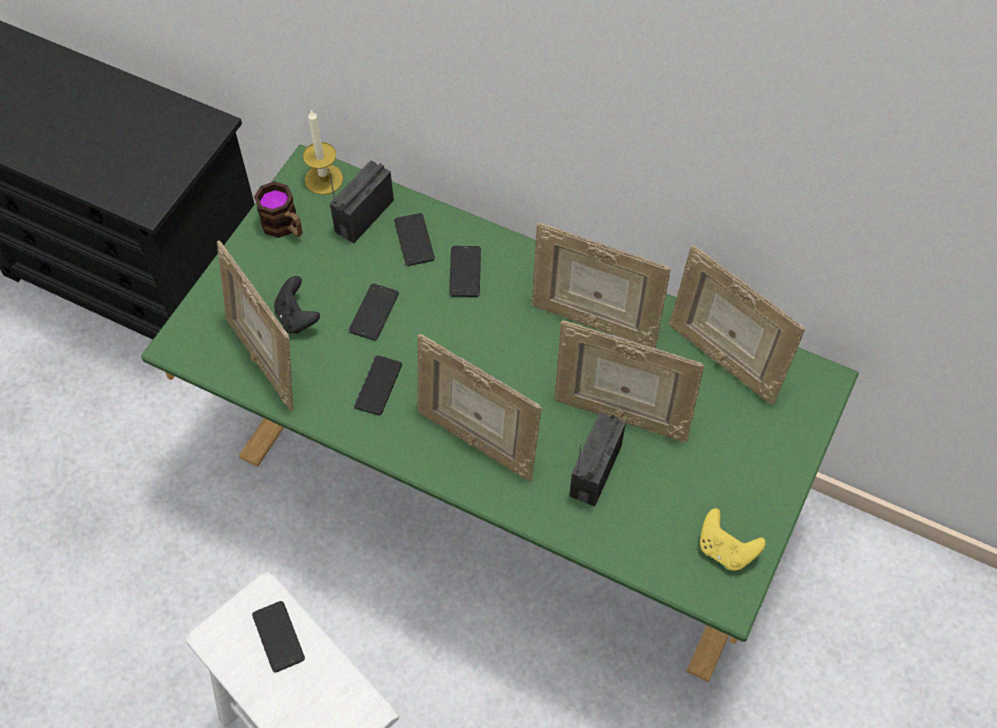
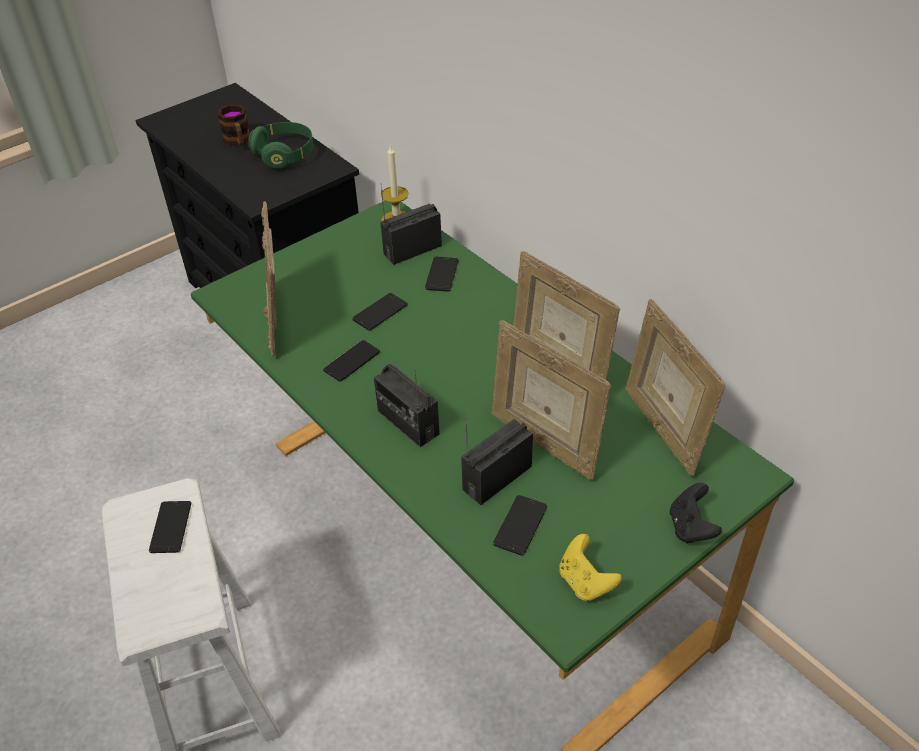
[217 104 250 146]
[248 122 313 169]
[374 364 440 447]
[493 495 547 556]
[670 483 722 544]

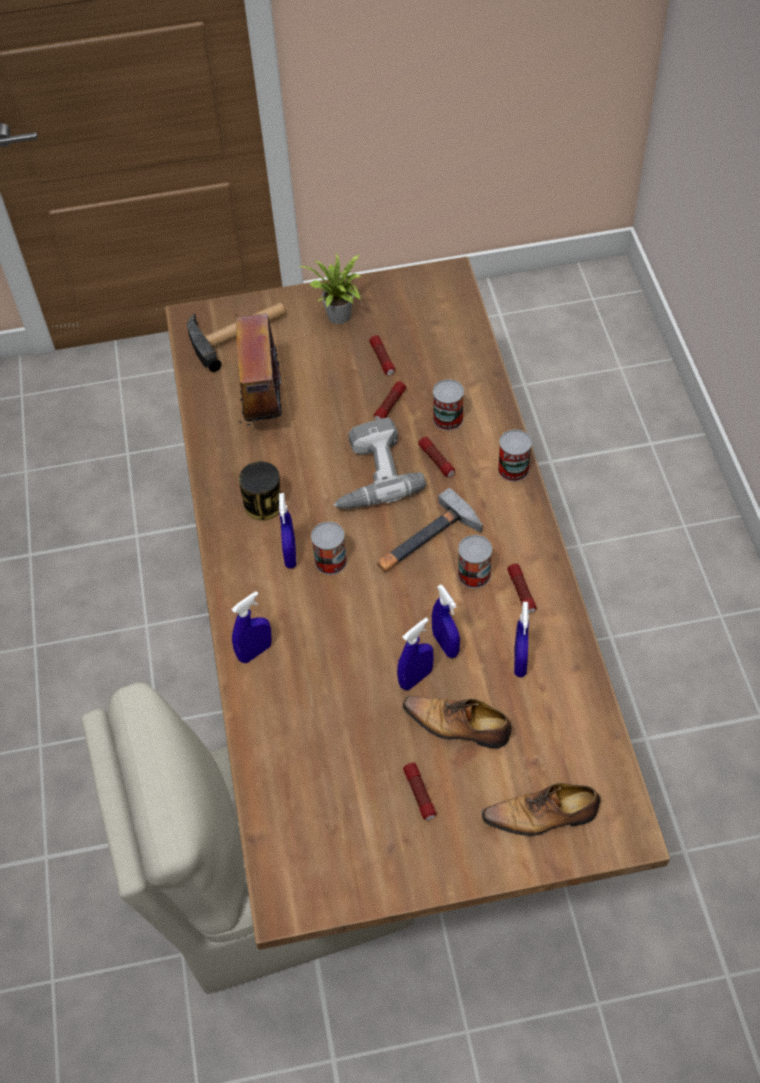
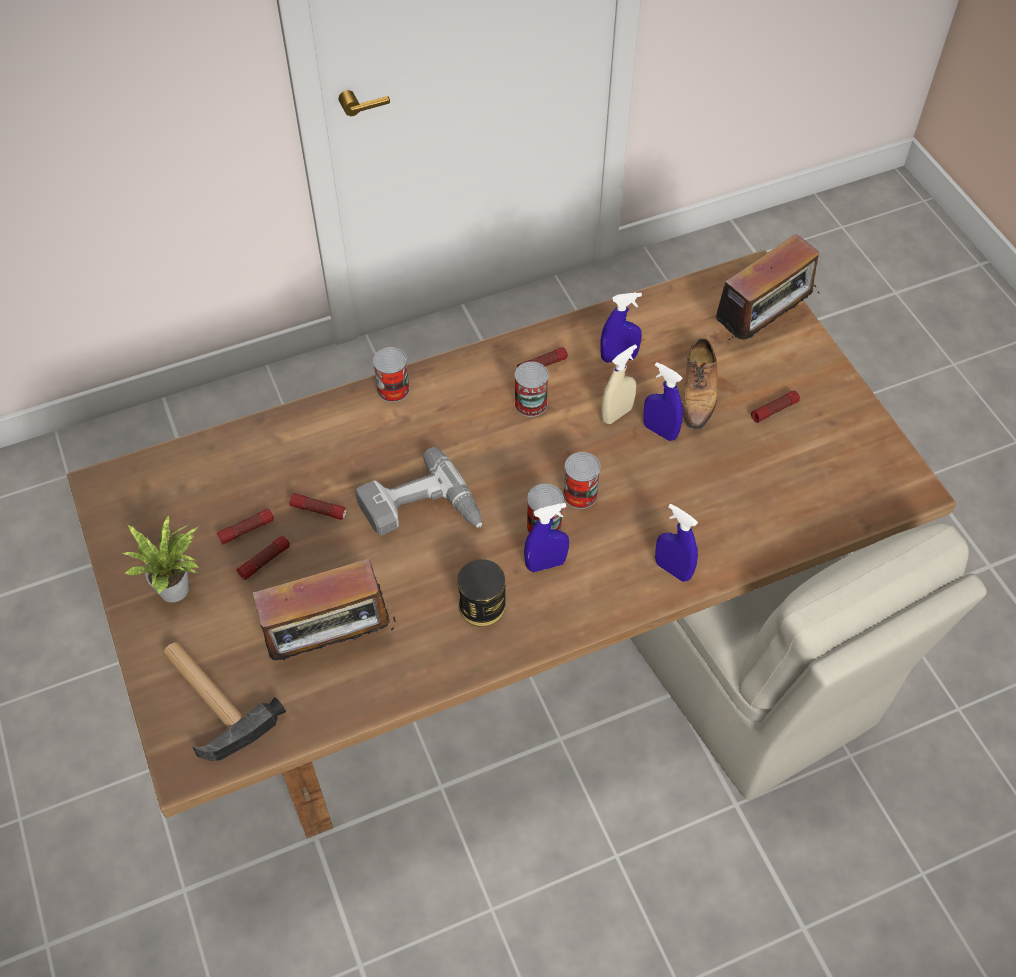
[237 536 290 580]
[563 452 601 509]
[601 344 637 424]
[712 234 819 340]
[377 488 482 572] (first image)

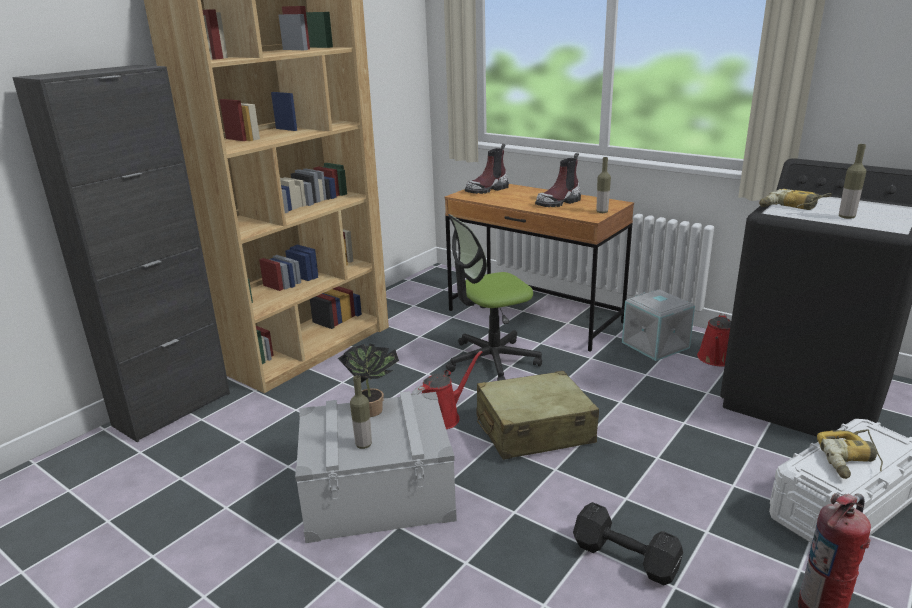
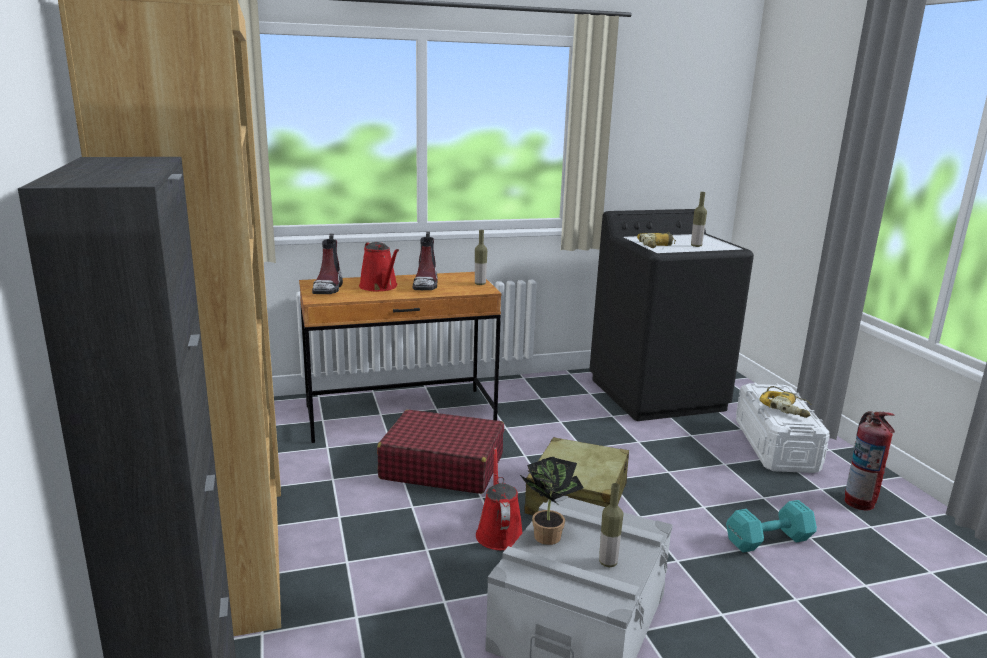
[359 242 399 291]
[377 410 504 494]
[726 500 817 553]
[622 289 695 361] (first image)

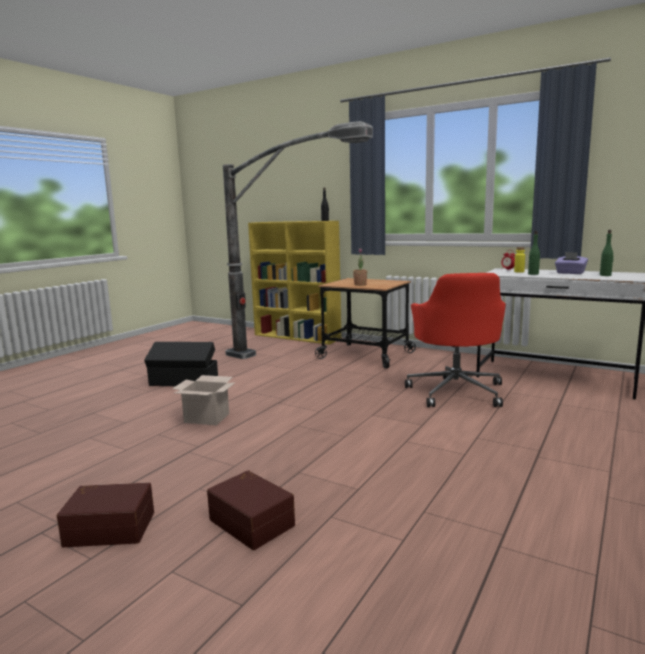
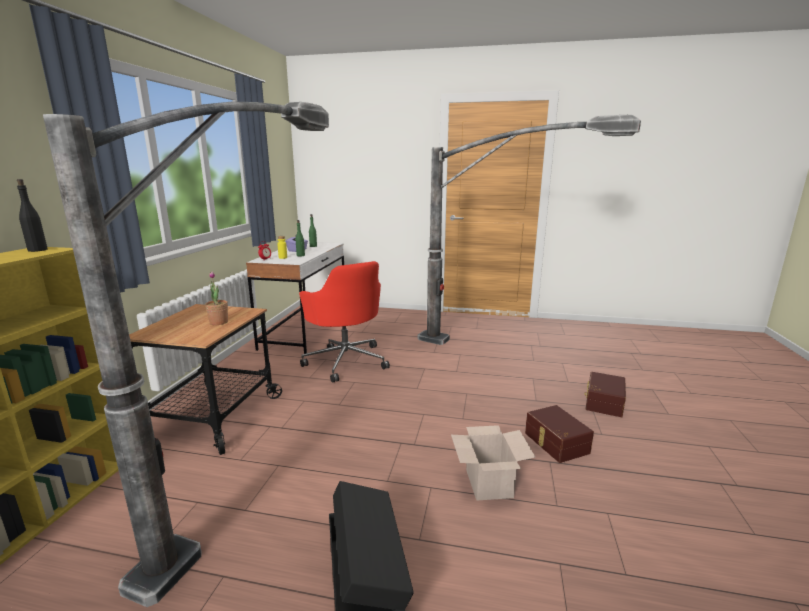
[299 261 390 383]
[418 115 641 345]
[525 405 594 463]

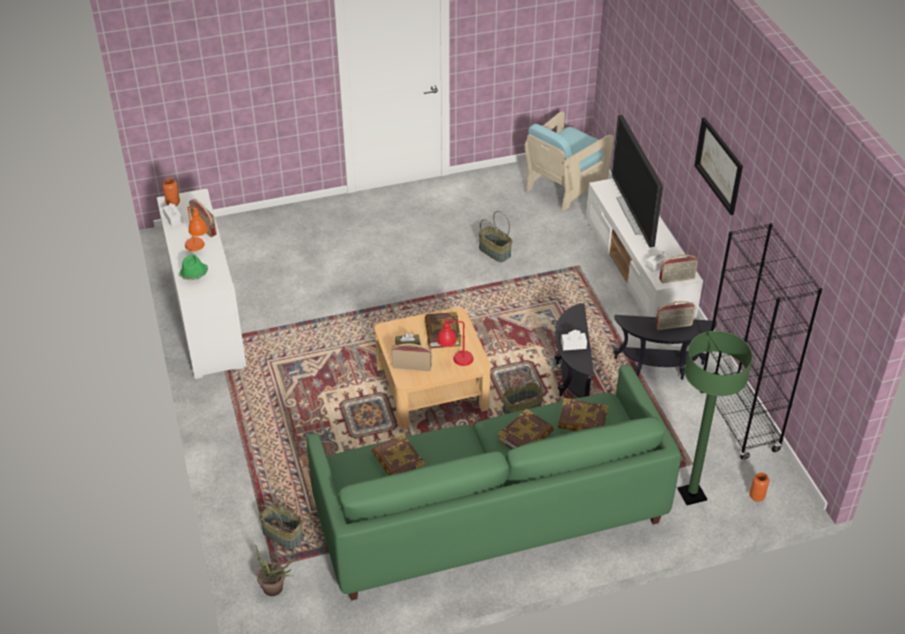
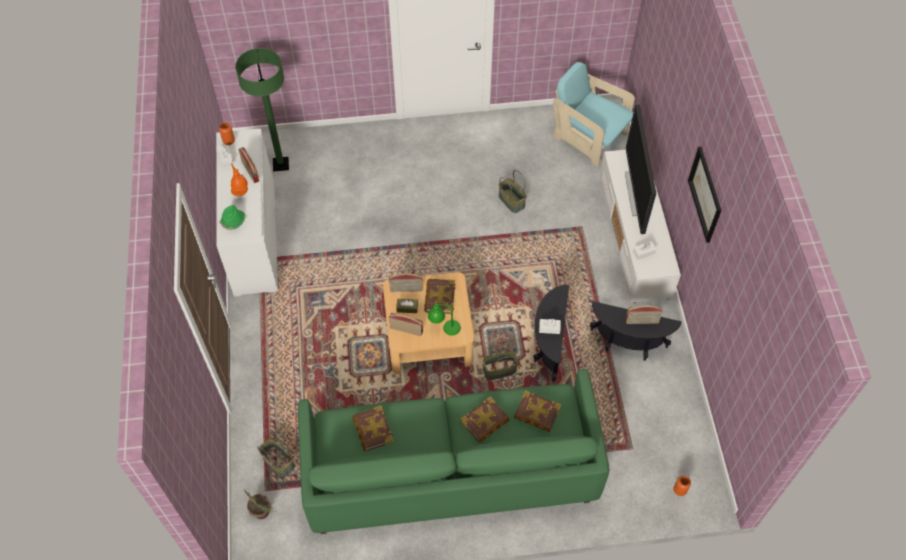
[235 48 289 172]
[389 273 423 292]
[428 303 461 336]
[553 62 635 167]
[700 223 823 460] (first image)

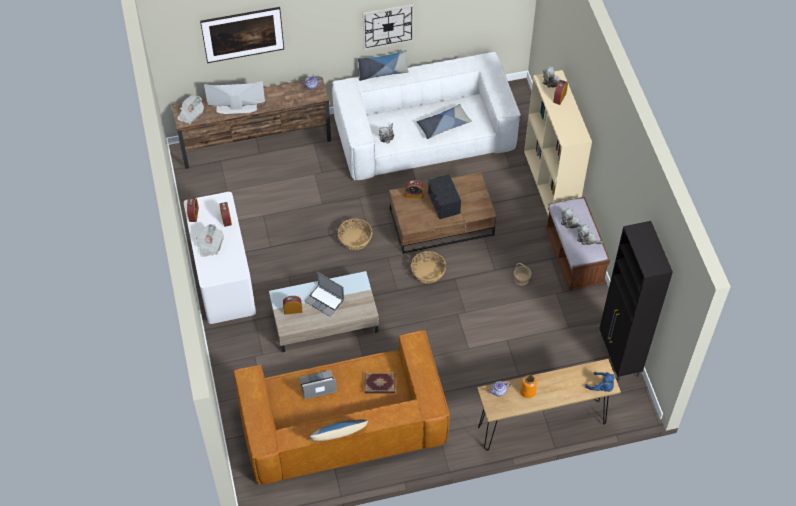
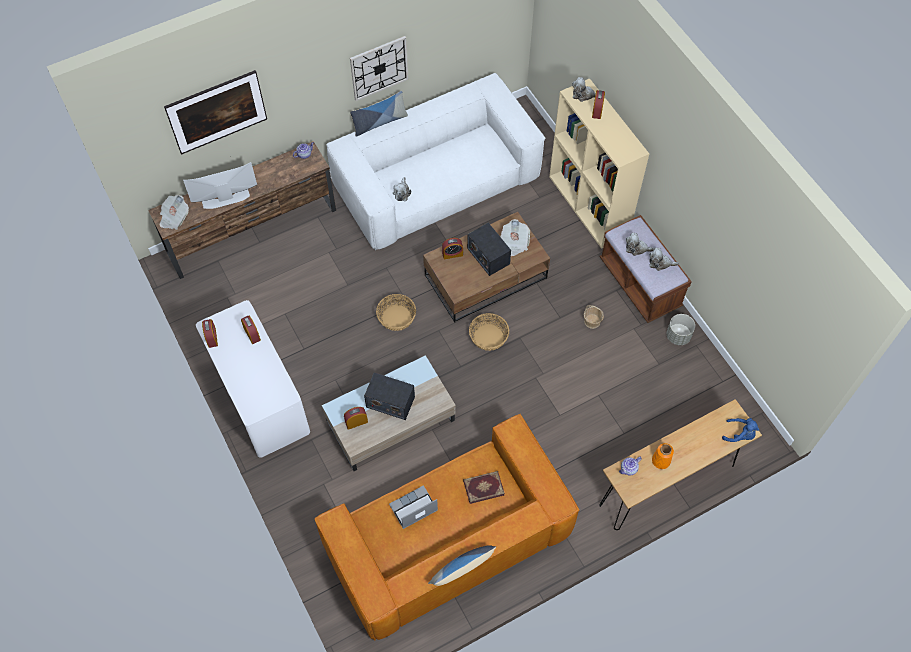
[364 373 415 420]
[501 219 530 256]
[667 314 695 345]
[416 104 472 139] (first image)
[599 221 673 381] (first image)

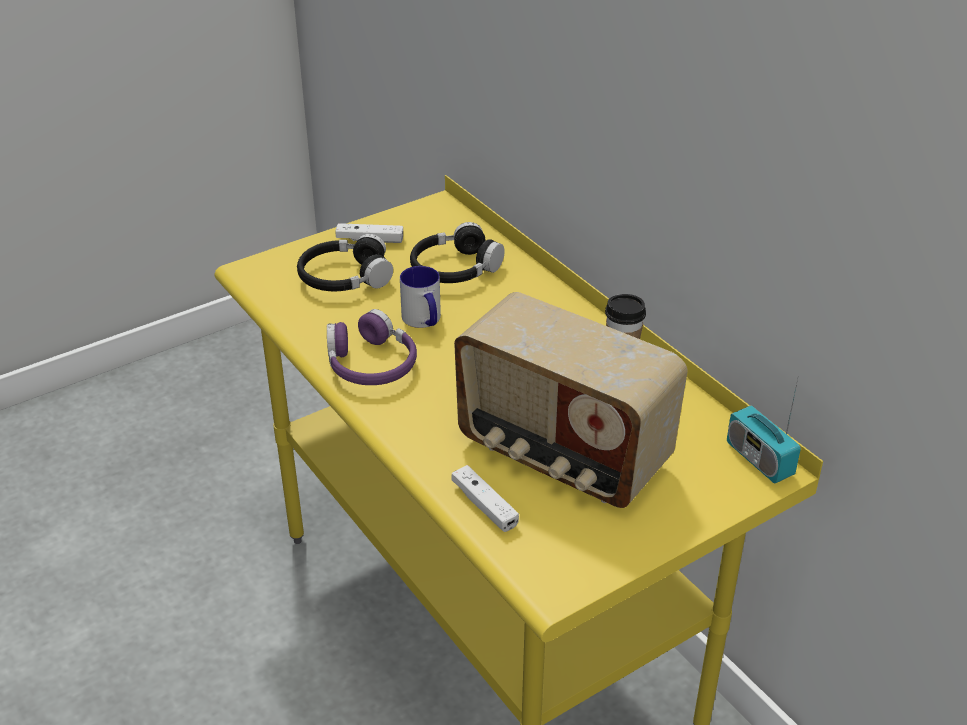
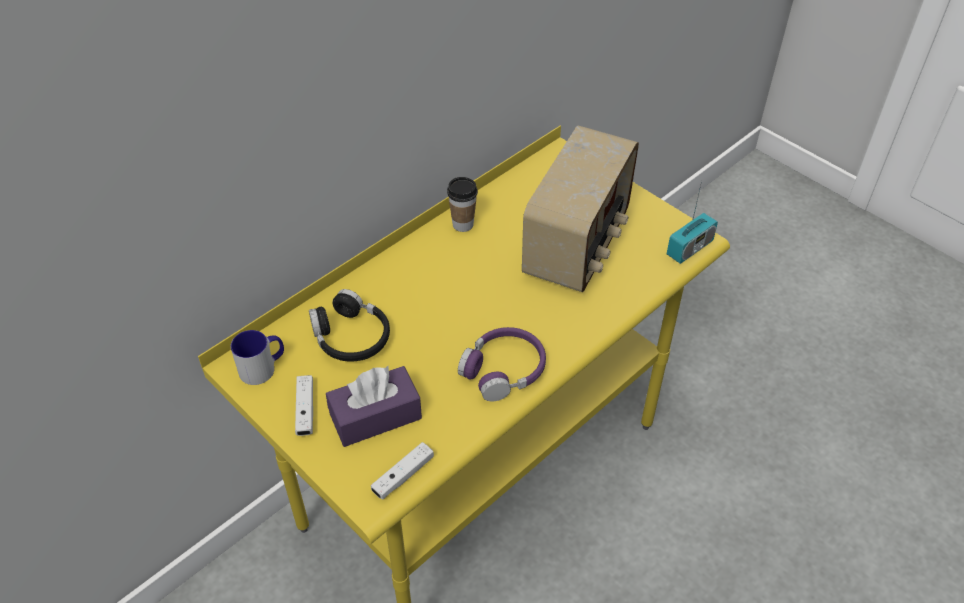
[231 330 284 385]
[326 366 422 447]
[371 442 434 500]
[667 181 718 264]

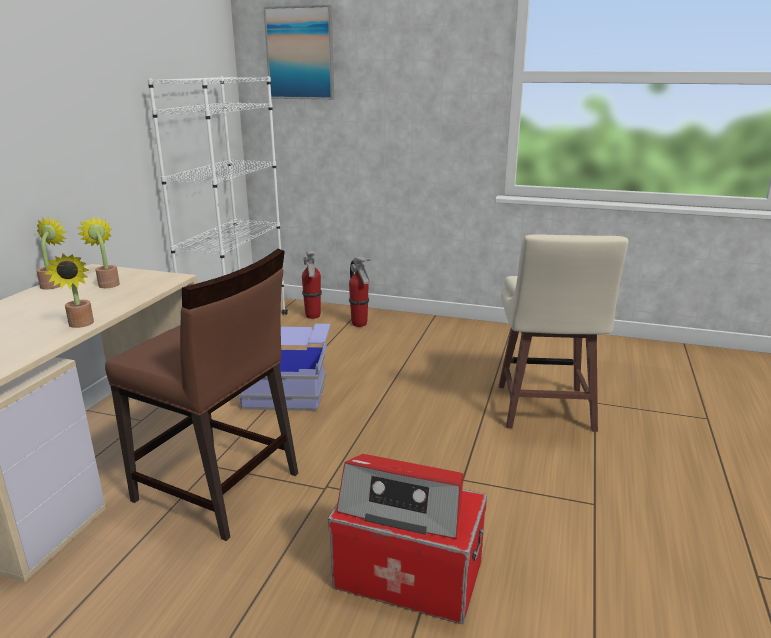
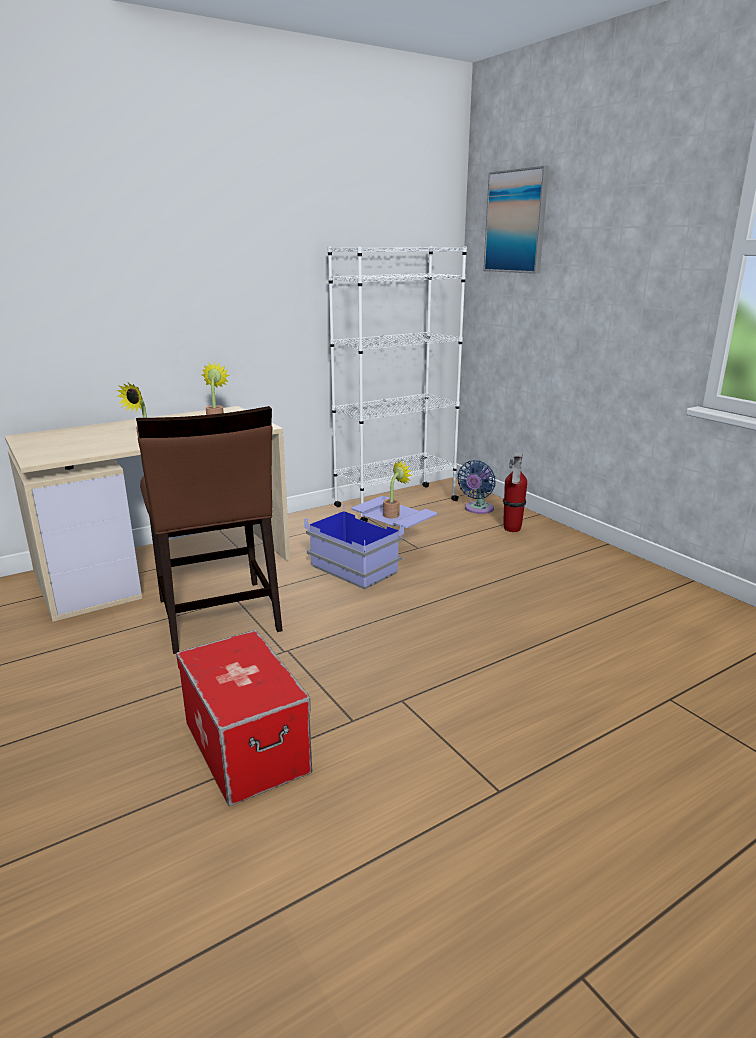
[383 460 412 518]
[457 460 496 514]
[337 454 463 539] (first image)
[498 234 628 432] (first image)

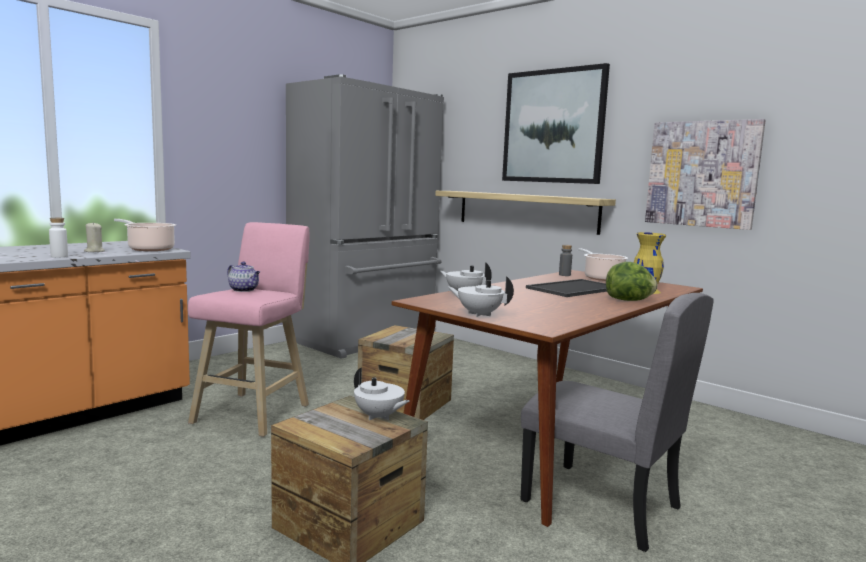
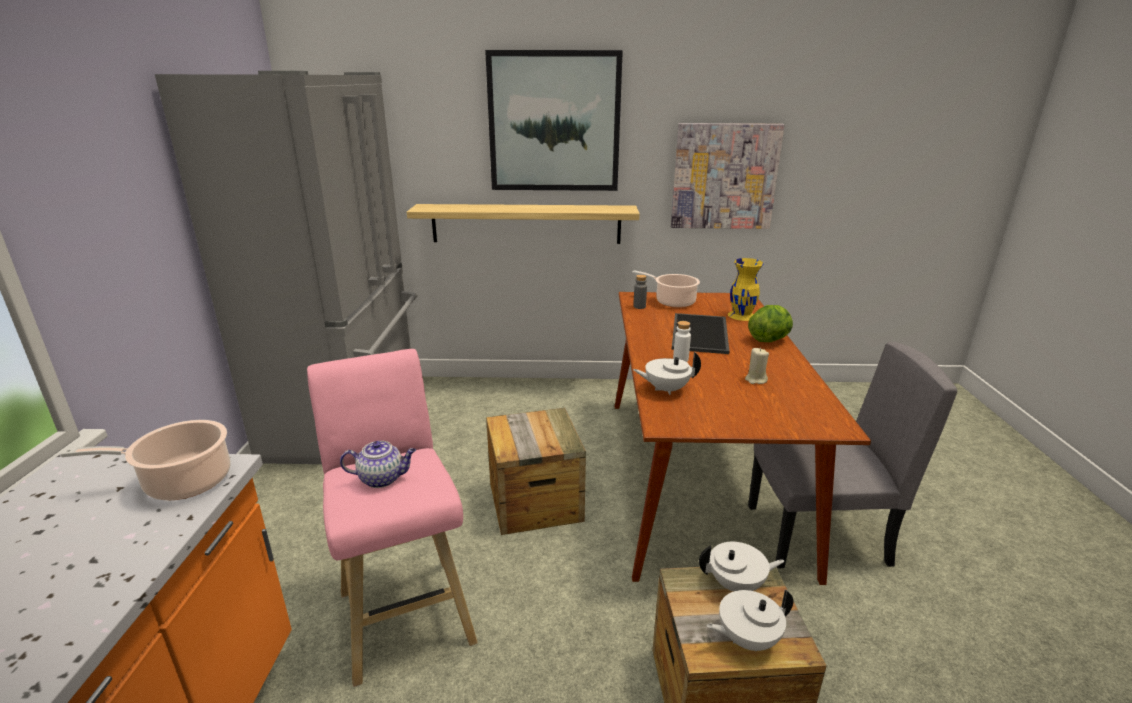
[673 321 691 362]
[707 590 793 651]
[745 348 769 384]

